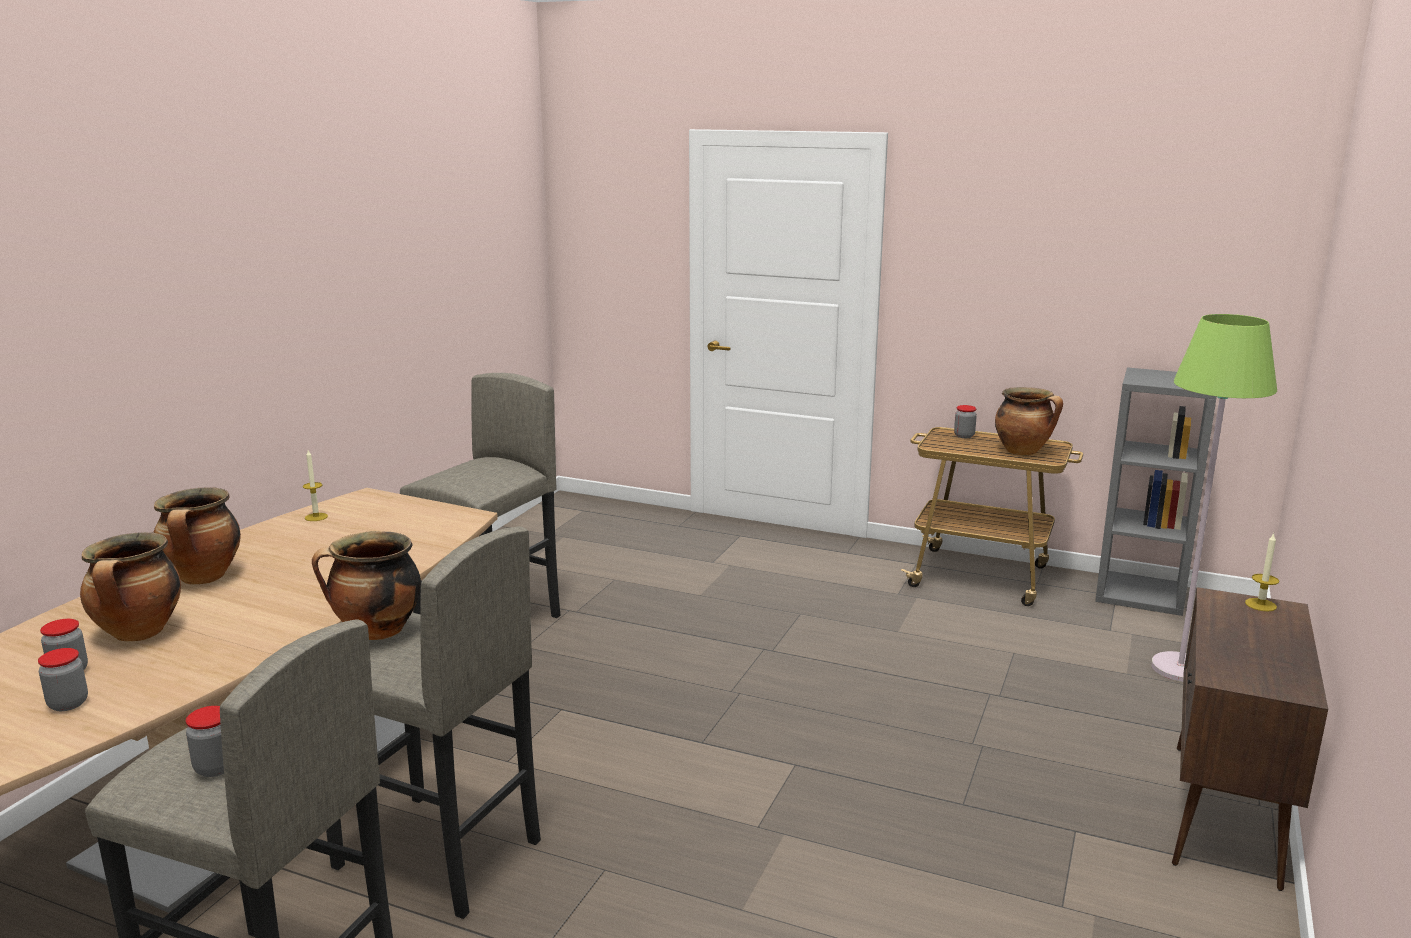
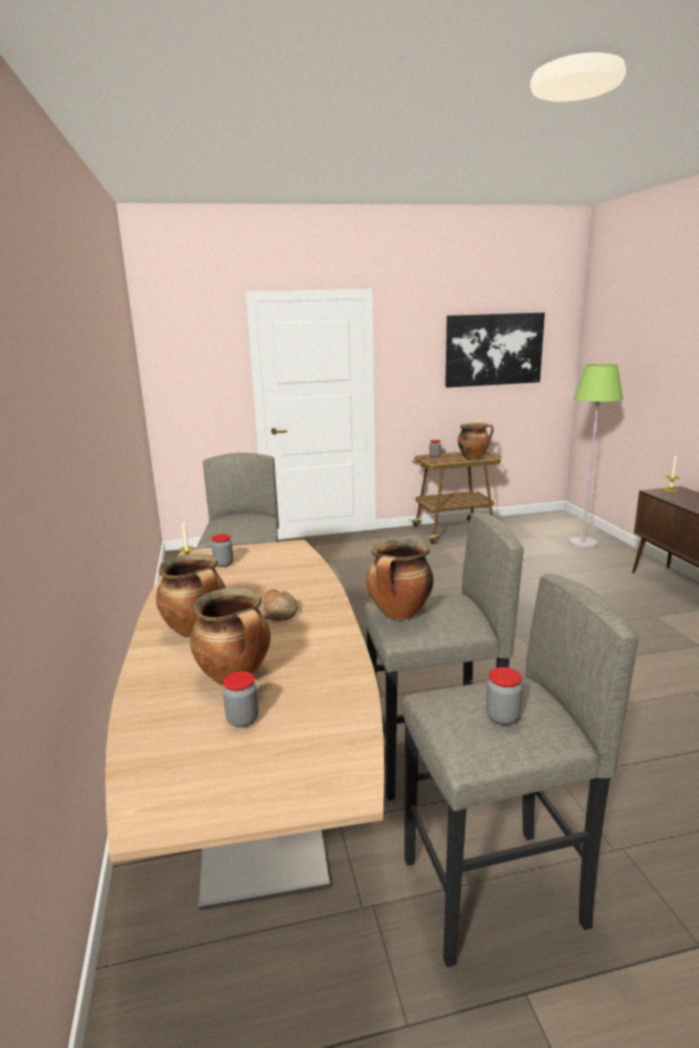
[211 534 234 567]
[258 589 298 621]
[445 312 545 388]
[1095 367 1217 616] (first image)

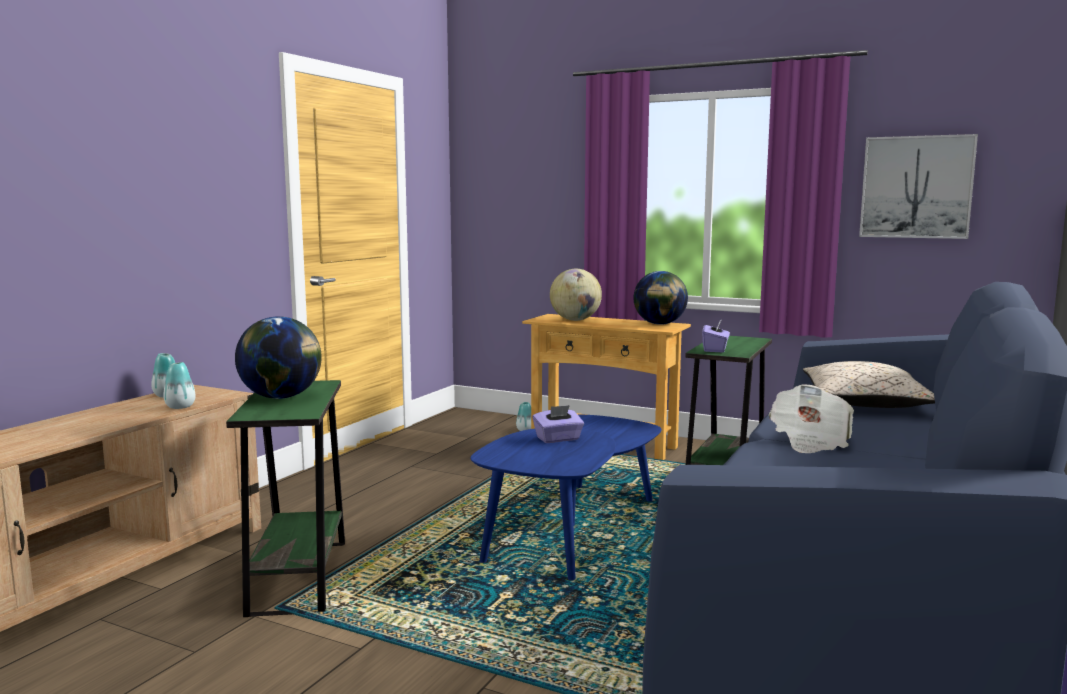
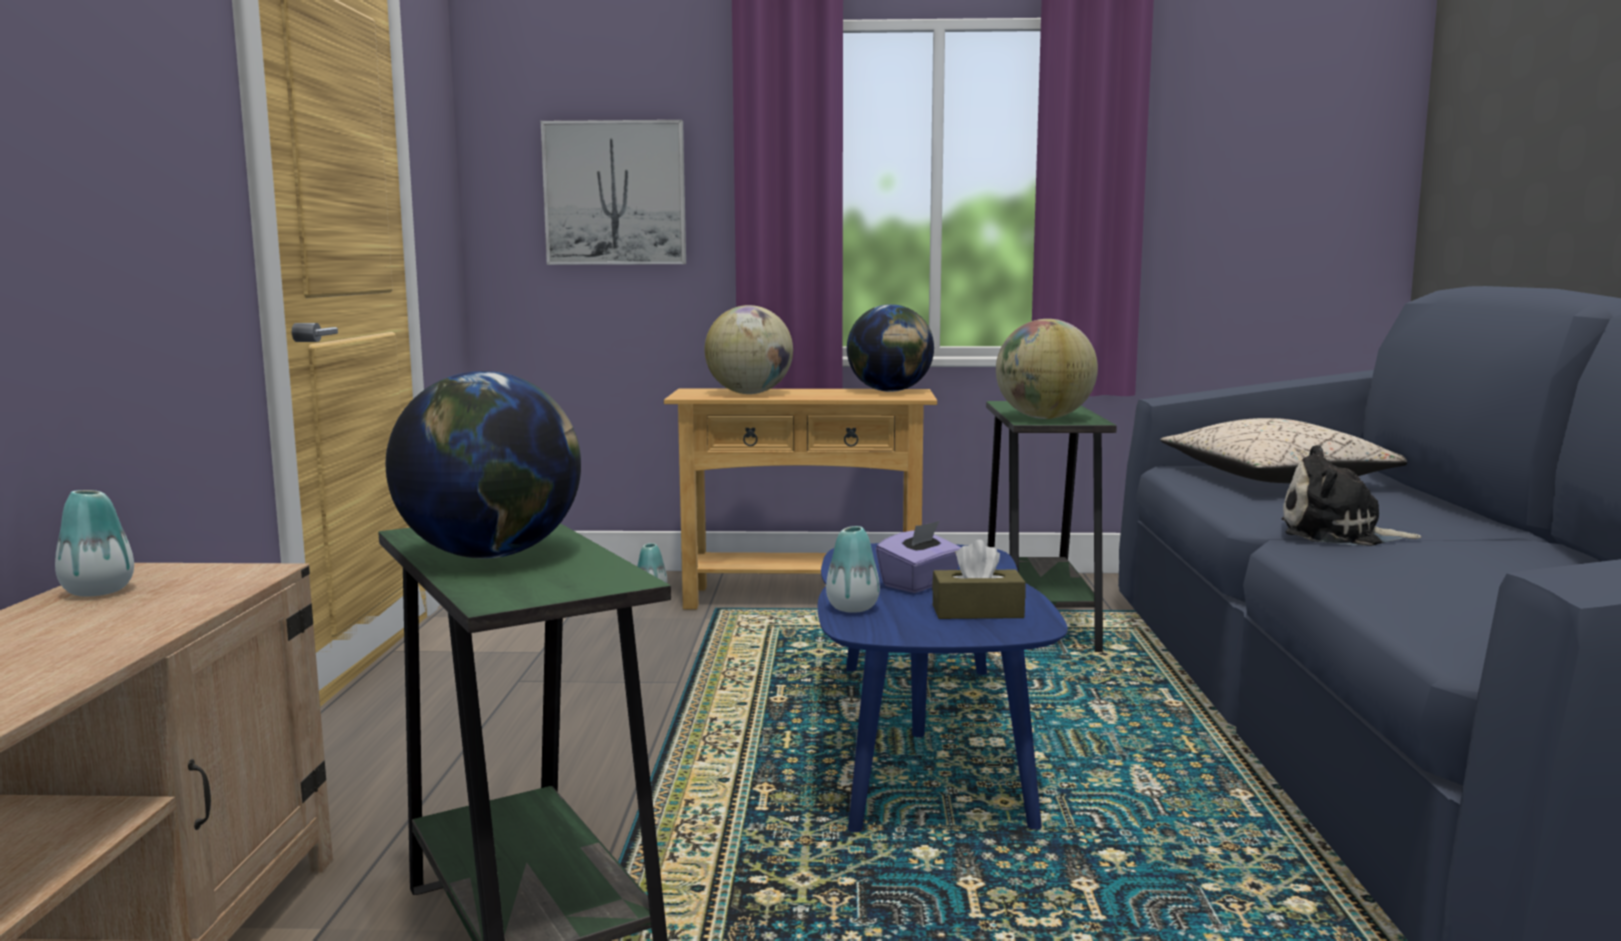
[541 120 686 265]
[826 526 880 613]
[932 540 1026 619]
[996 319 1098 419]
[1282 445 1422 546]

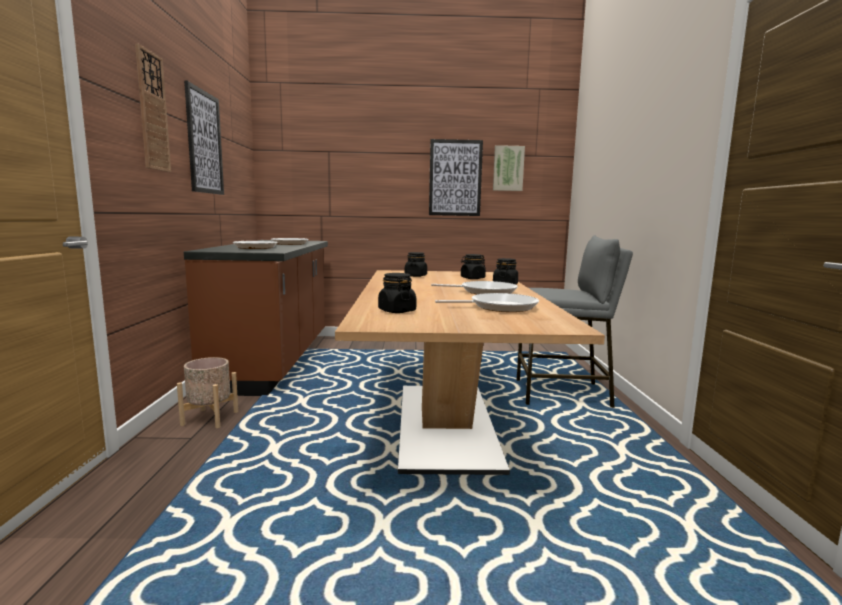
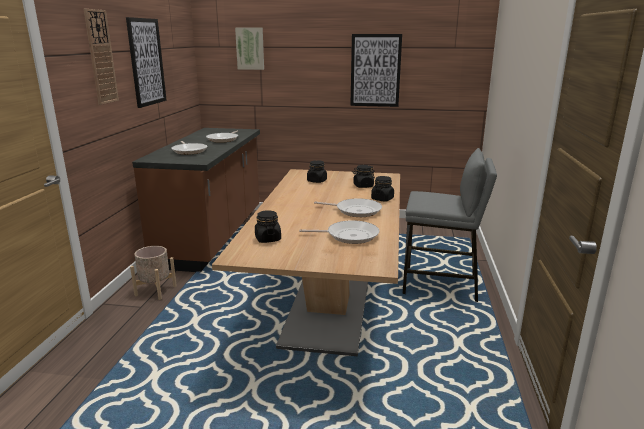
[235 27 264 70]

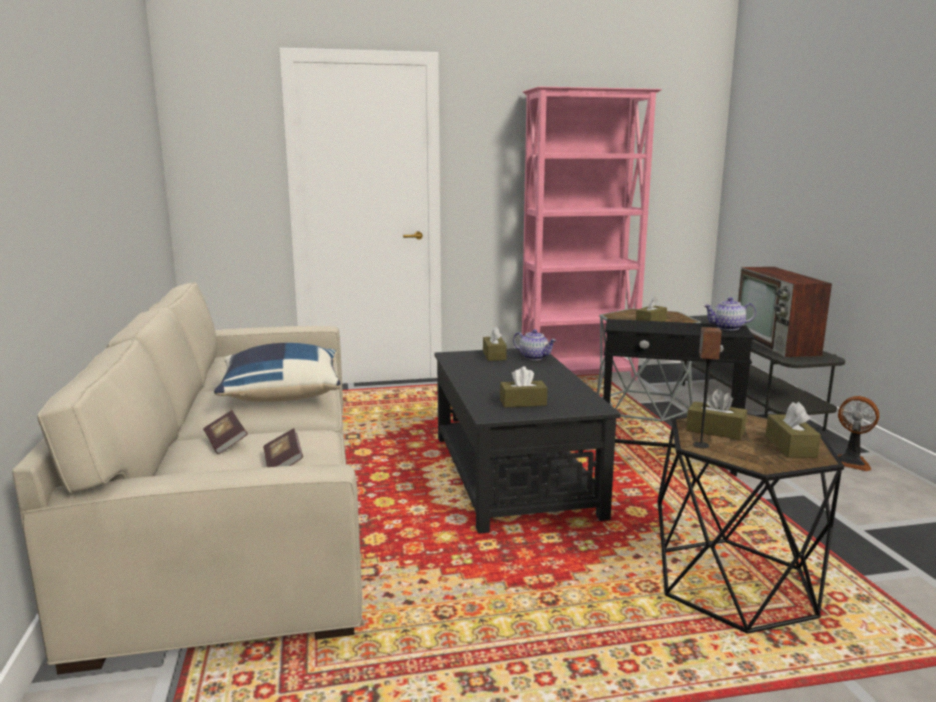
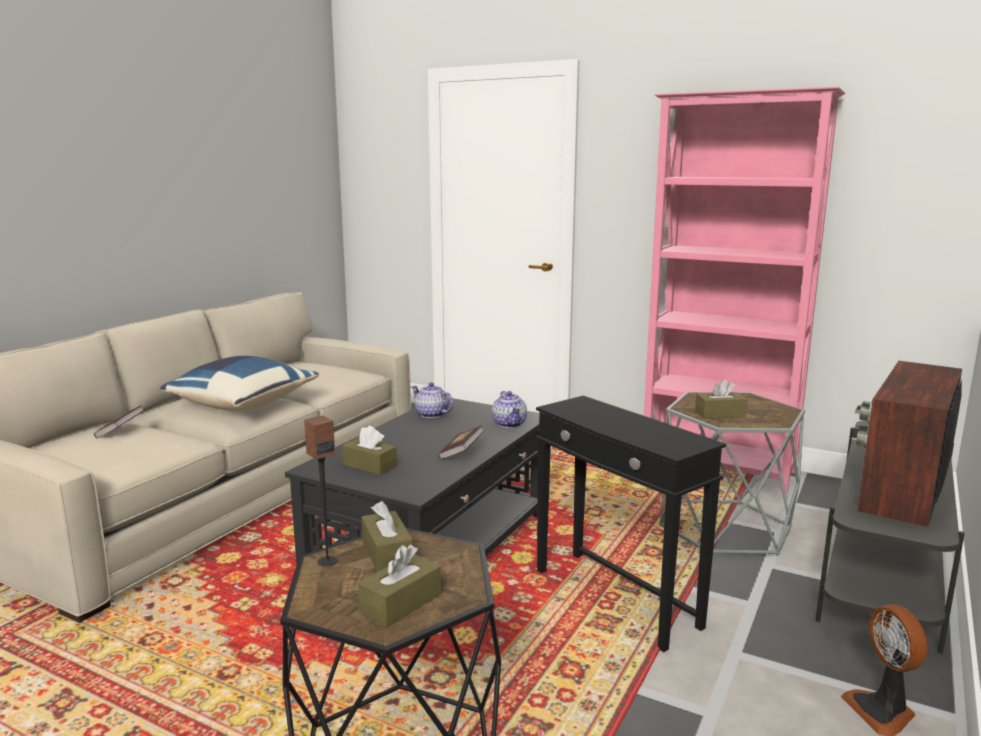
[411 382 453 418]
[438 425 484 460]
[483 327 507 361] (first image)

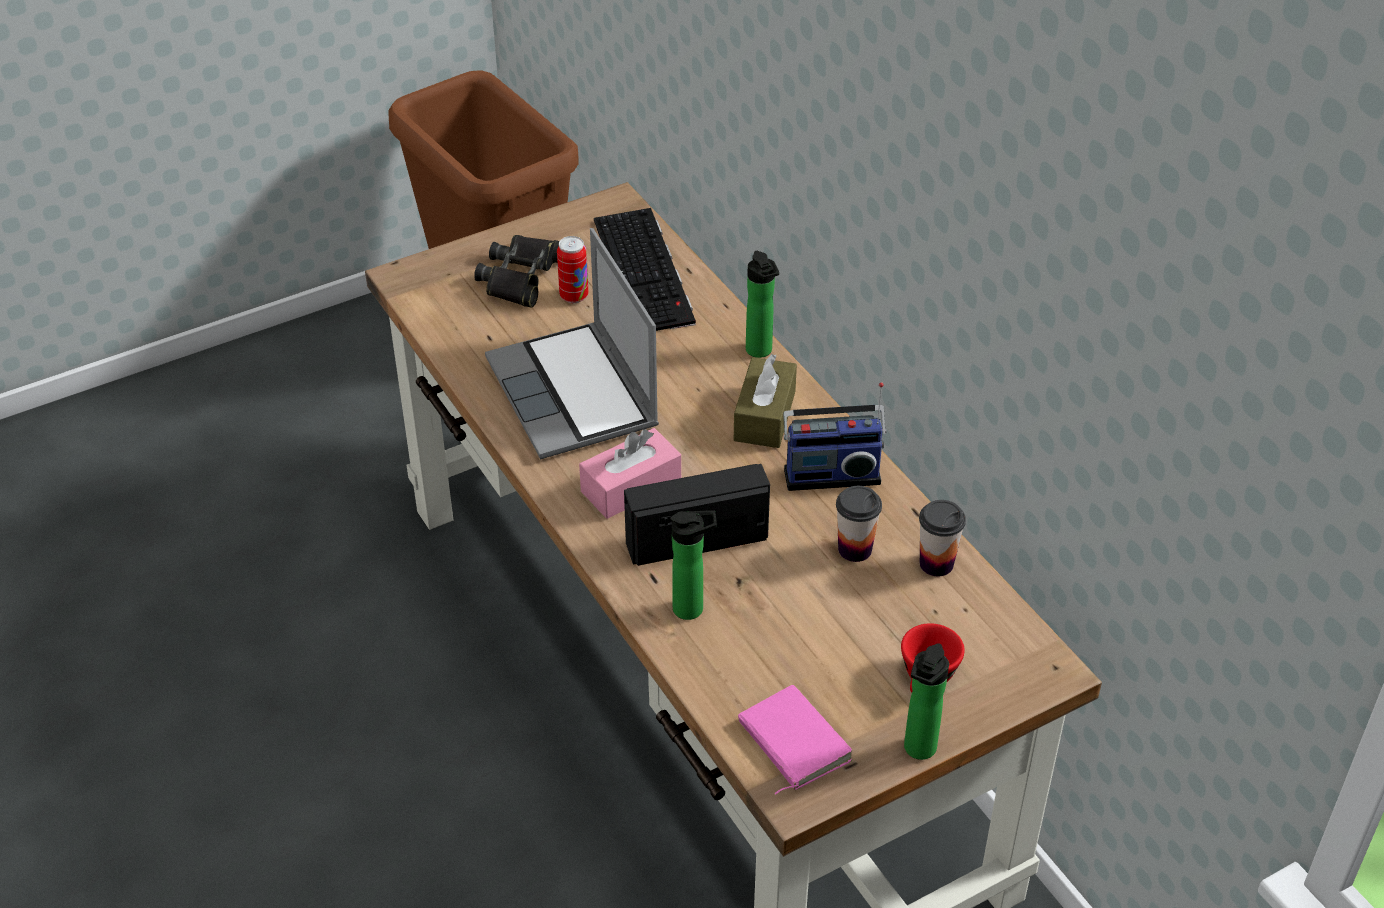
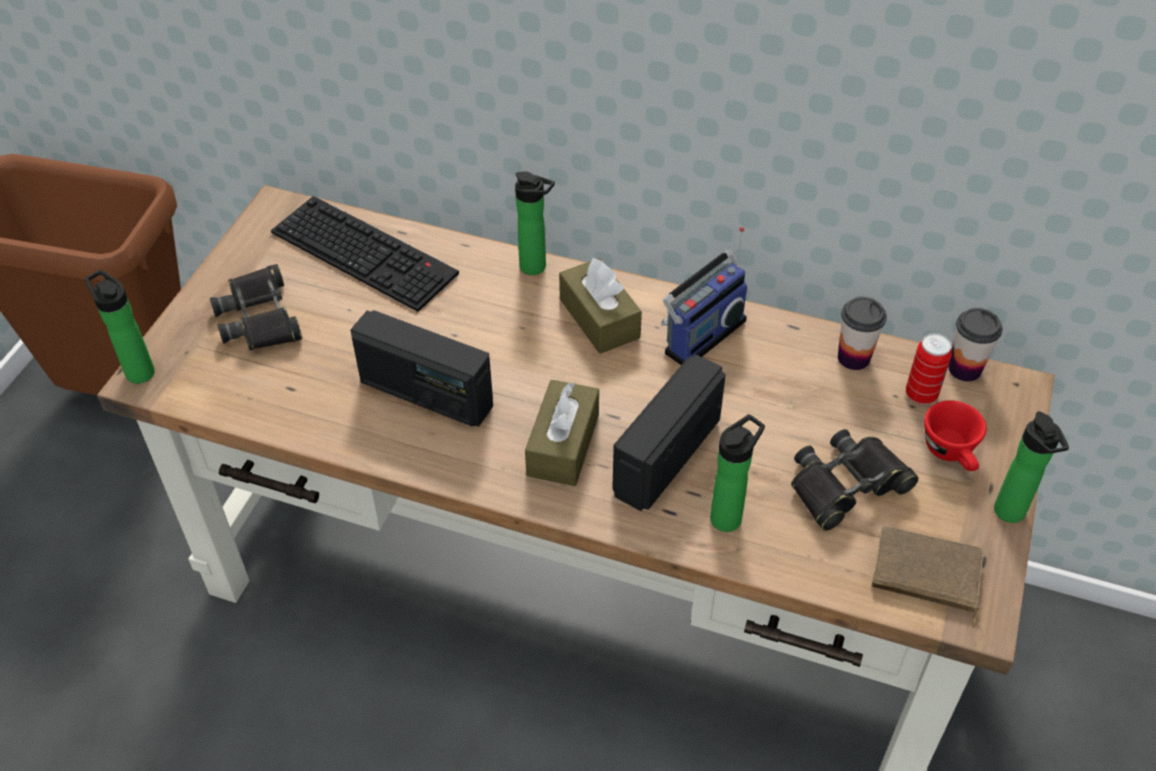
[84 270 155 384]
[351 310 493 427]
[525 380 599 486]
[791 429 919 531]
[872 526 983 628]
[906 333 952 404]
[948 308 1003 382]

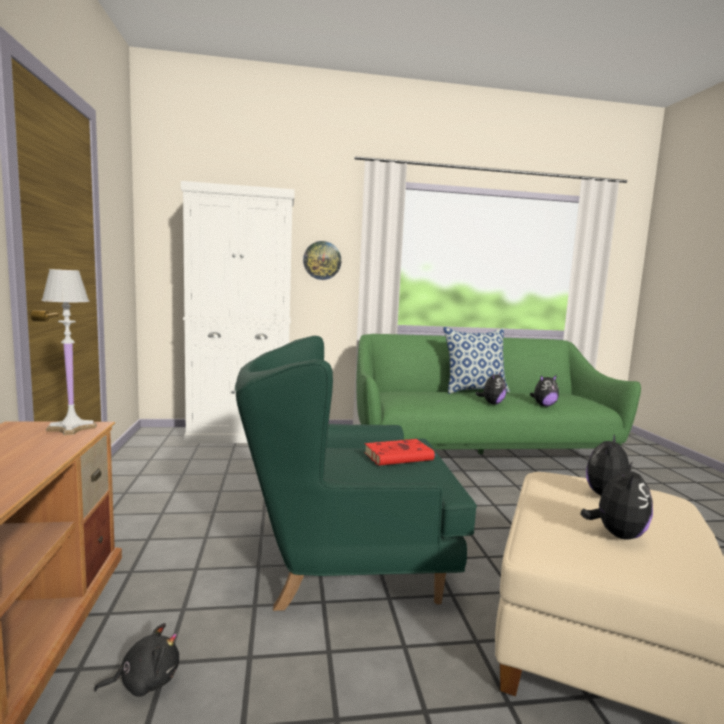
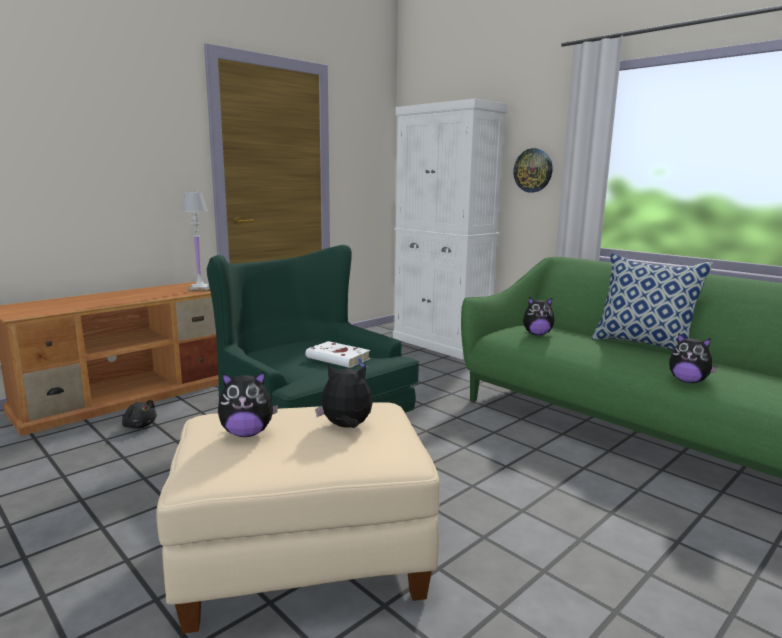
[306 341 370 368]
[523 297 555 335]

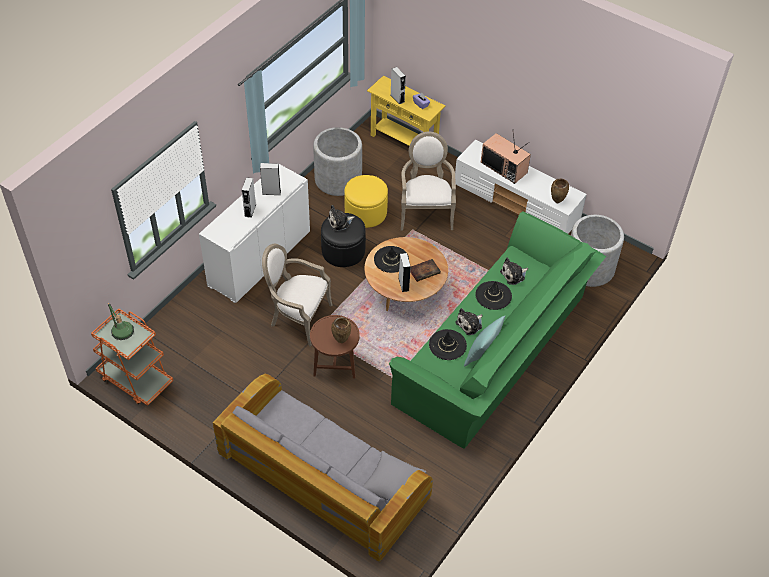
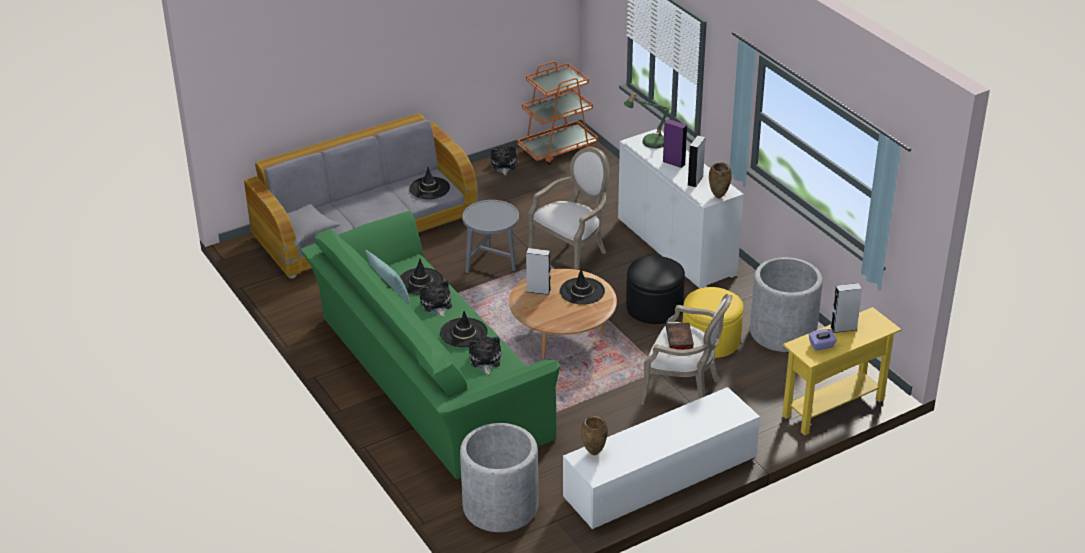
[409 167 450 199]
[462 200 519 273]
[491 145 516 176]
[624 92 670 149]
[662 119 687 168]
[666 323 694 350]
[709 162 732 198]
[481 129 531 184] (first image)

